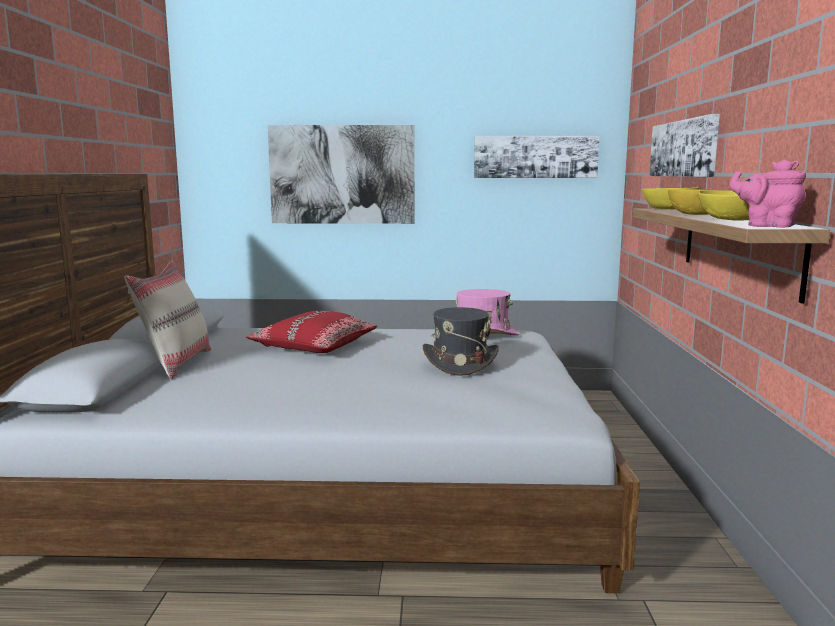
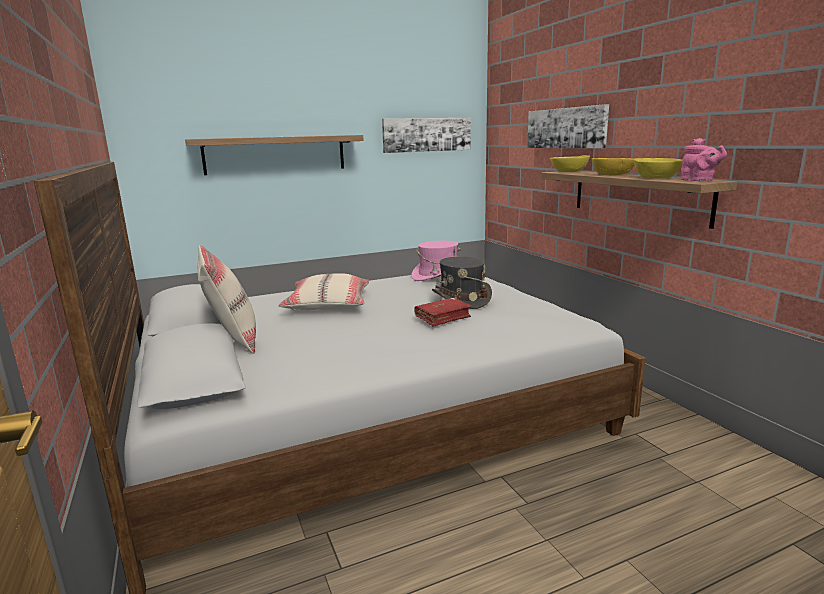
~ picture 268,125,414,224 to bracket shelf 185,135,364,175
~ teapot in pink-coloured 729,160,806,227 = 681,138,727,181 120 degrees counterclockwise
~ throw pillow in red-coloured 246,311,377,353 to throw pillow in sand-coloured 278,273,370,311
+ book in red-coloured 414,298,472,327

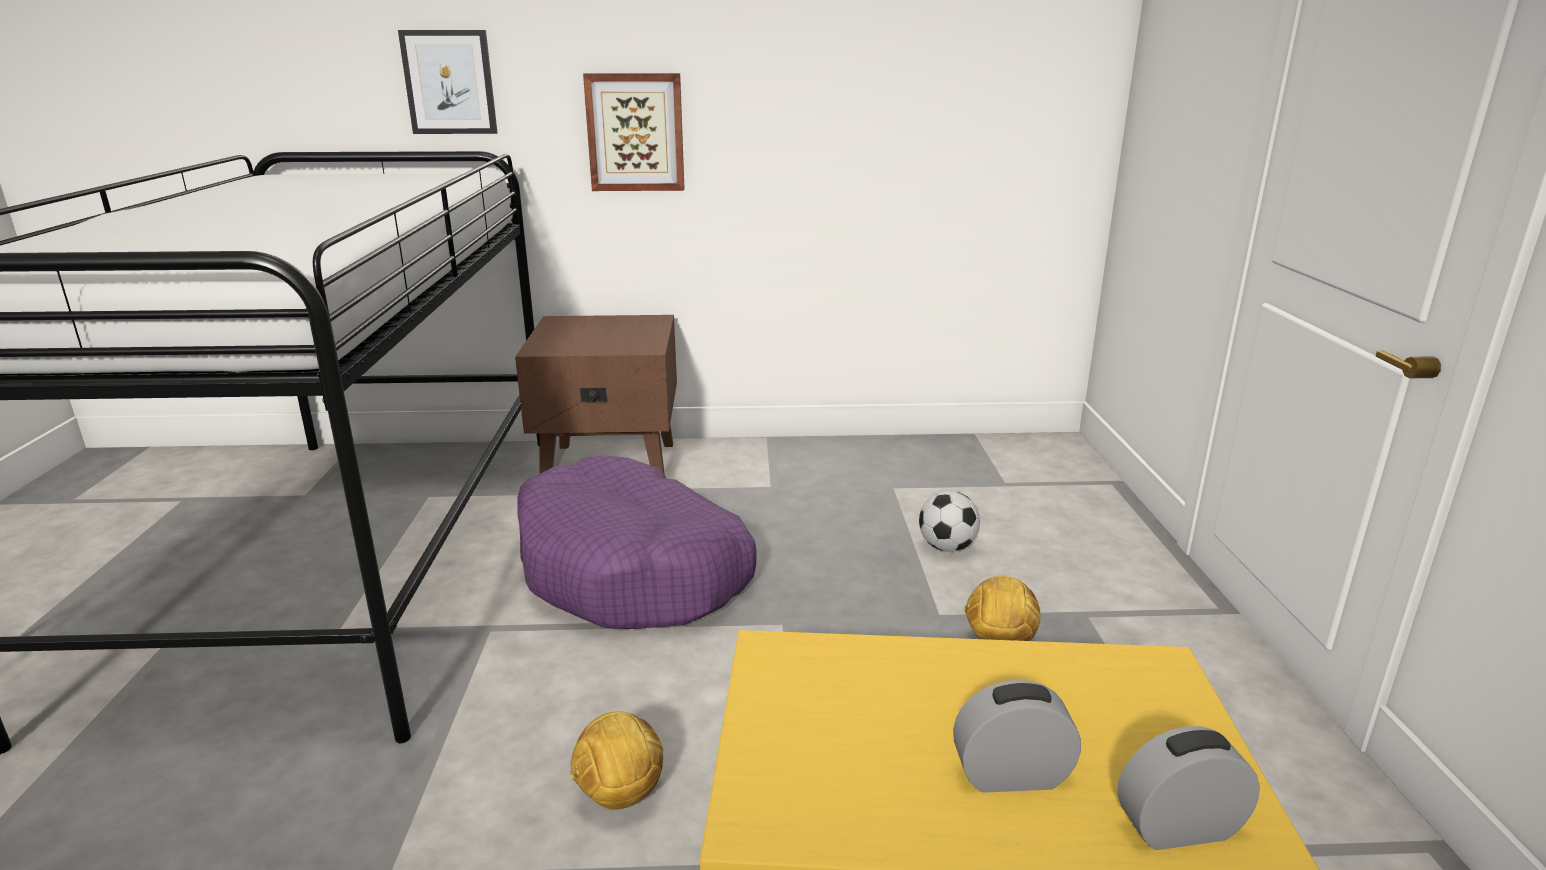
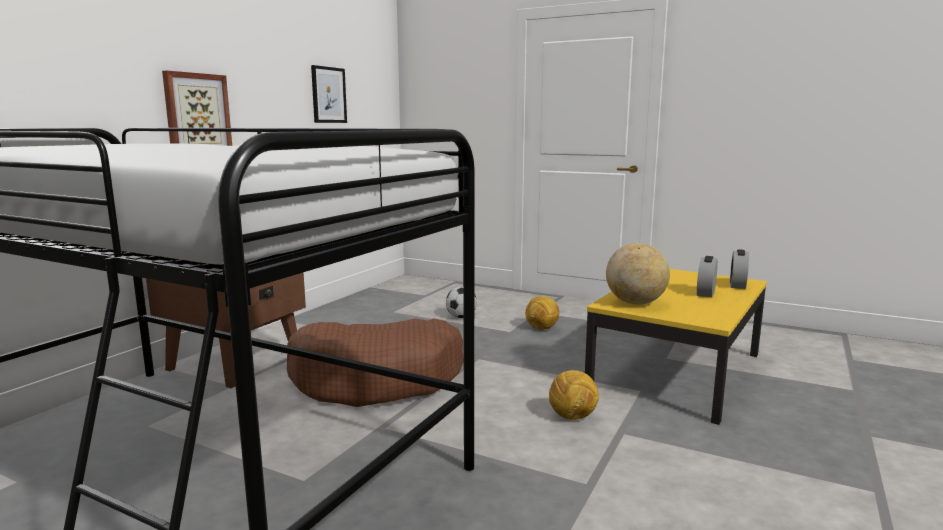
~ picture 398,30,497,134 to 311,65,347,123
~ dog bed in purple-coloured 517,455,757,629 to dog bed in brown-coloured 287,318,464,407
+ desk globe 606,243,670,305

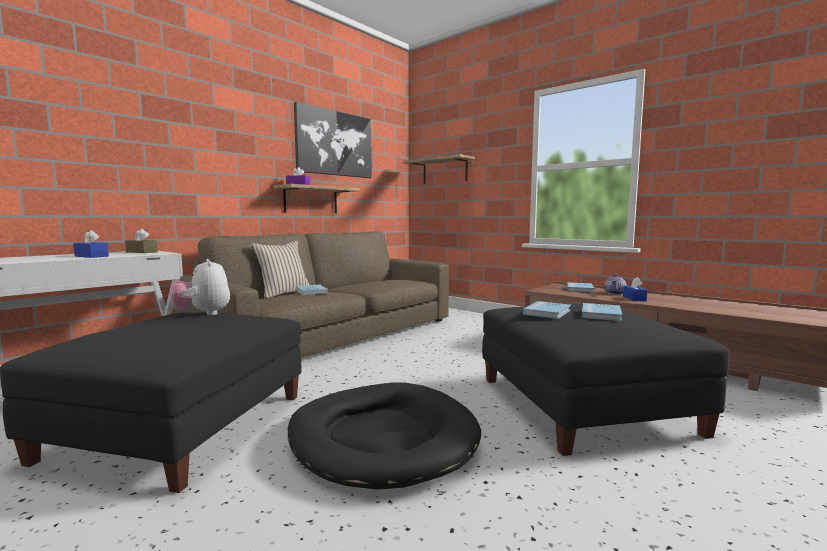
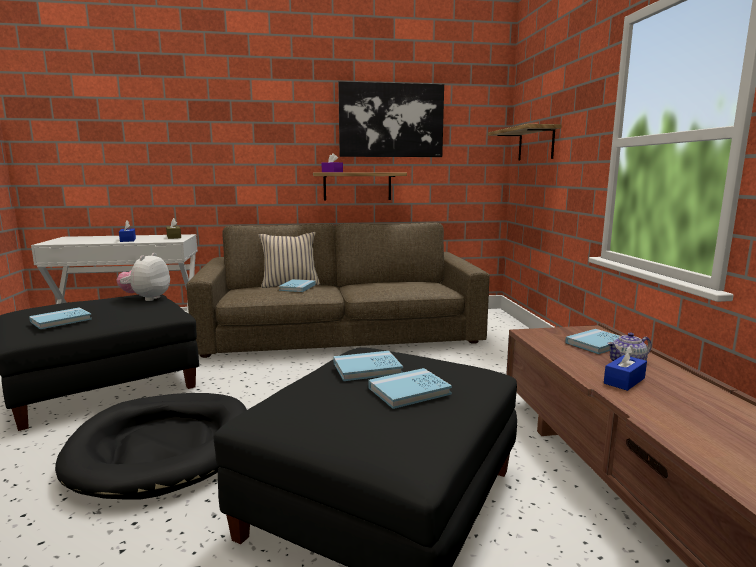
+ book in bluish 29,307,92,329

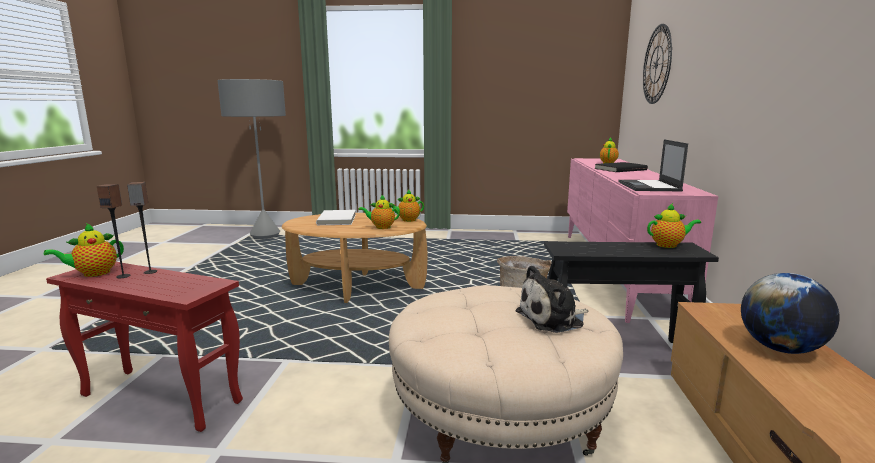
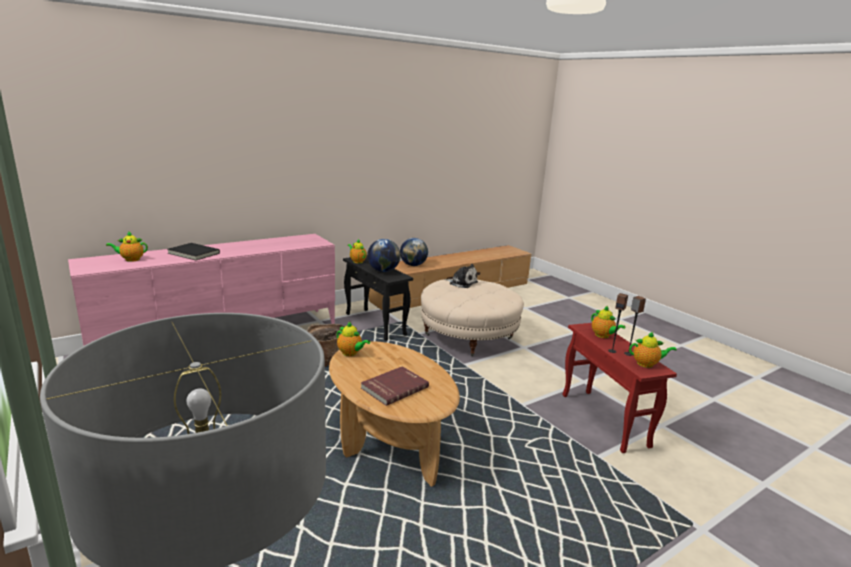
- wall clock 643,24,672,104
- laptop 618,139,688,191
~ teapot 358,194,399,229 to 591,306,626,338
~ book in whitish 316,210,356,225 to book in red-coloured 361,366,429,406
+ desk globe 367,239,401,272

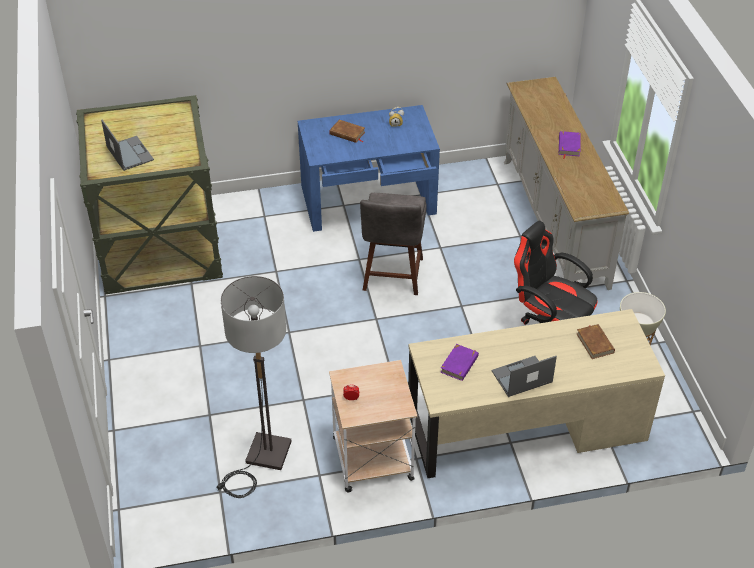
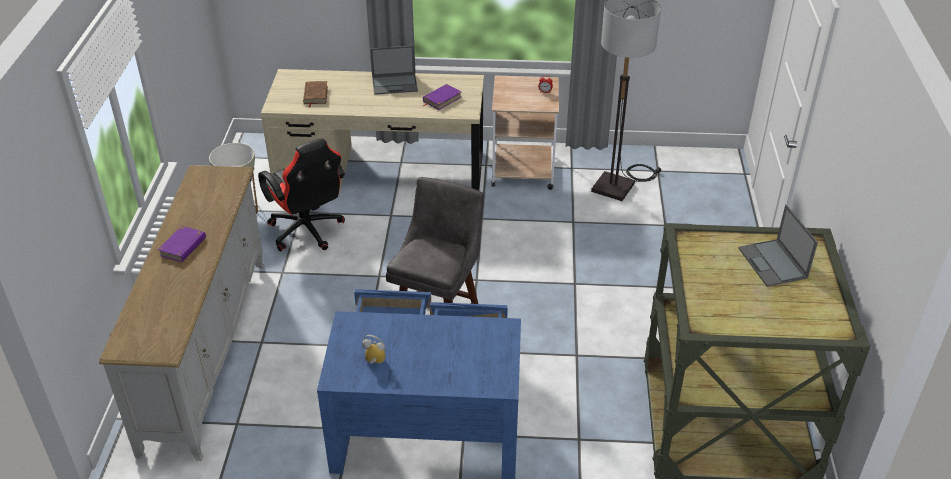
- book in brown-coloured 329,120,365,143

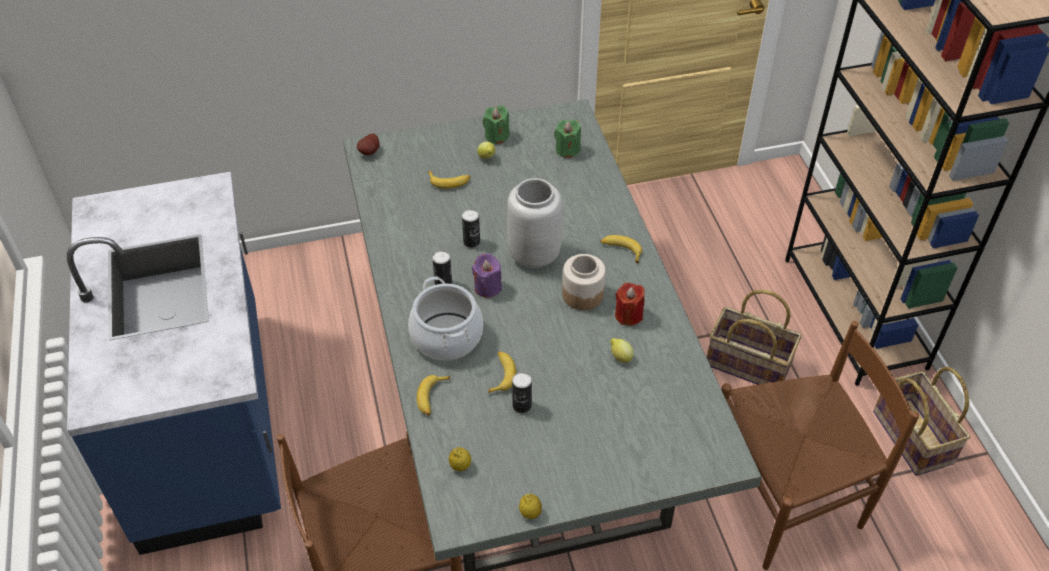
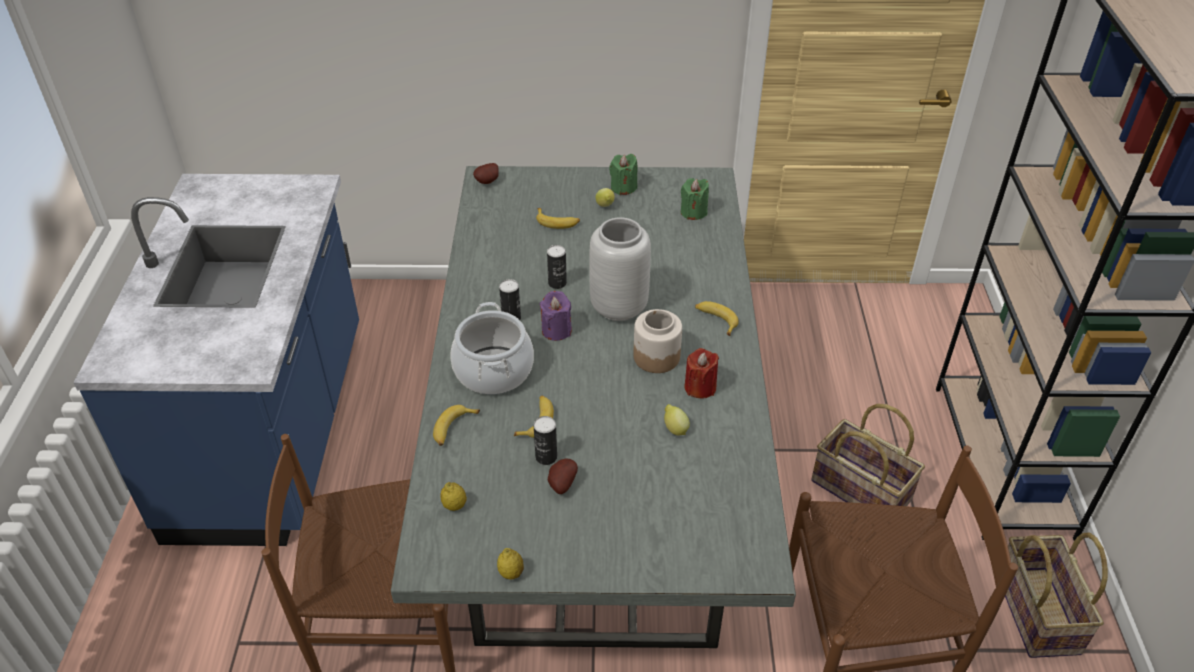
+ potato 548,458,578,494

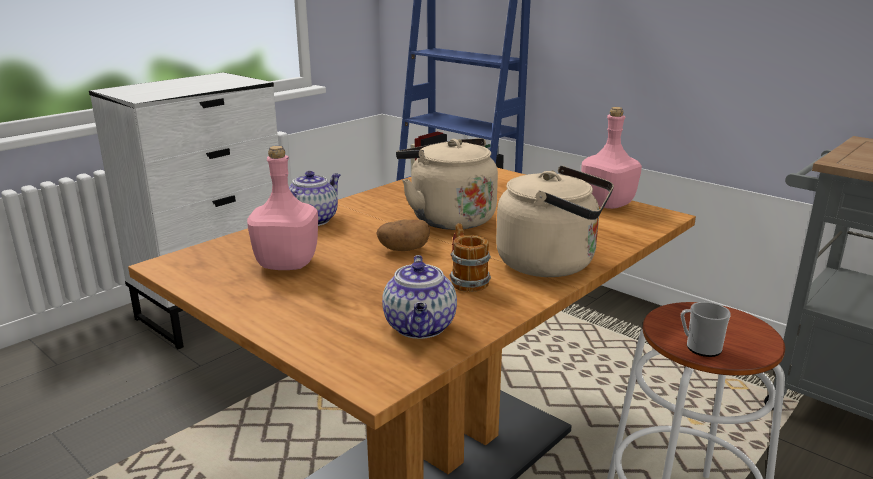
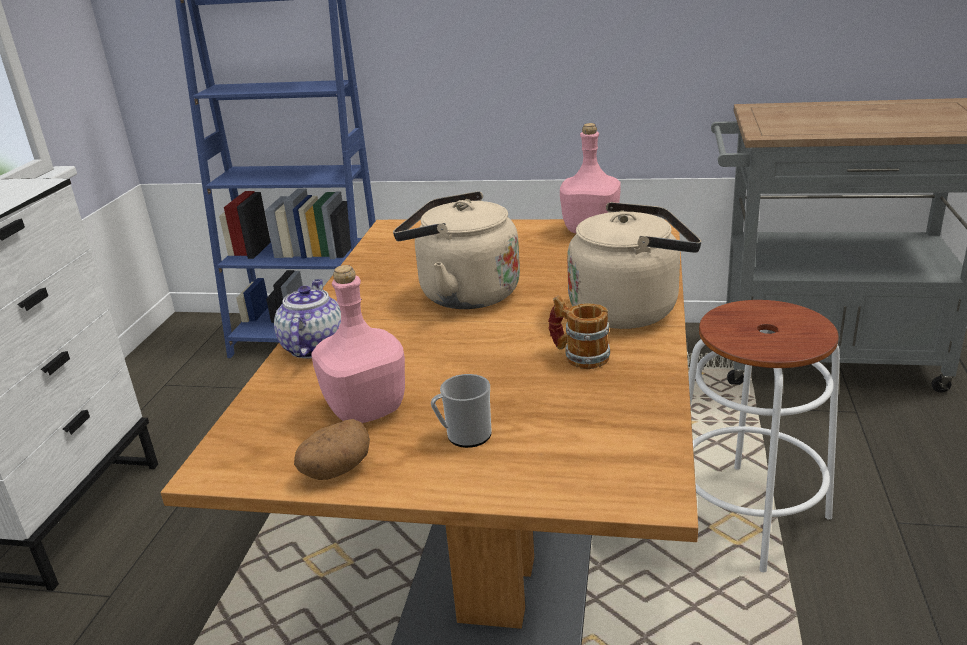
~ potato 376,219,430,251 to 294,419,370,480
- teapot 382,255,457,339
~ mug 681,302,731,357 to 431,374,492,448

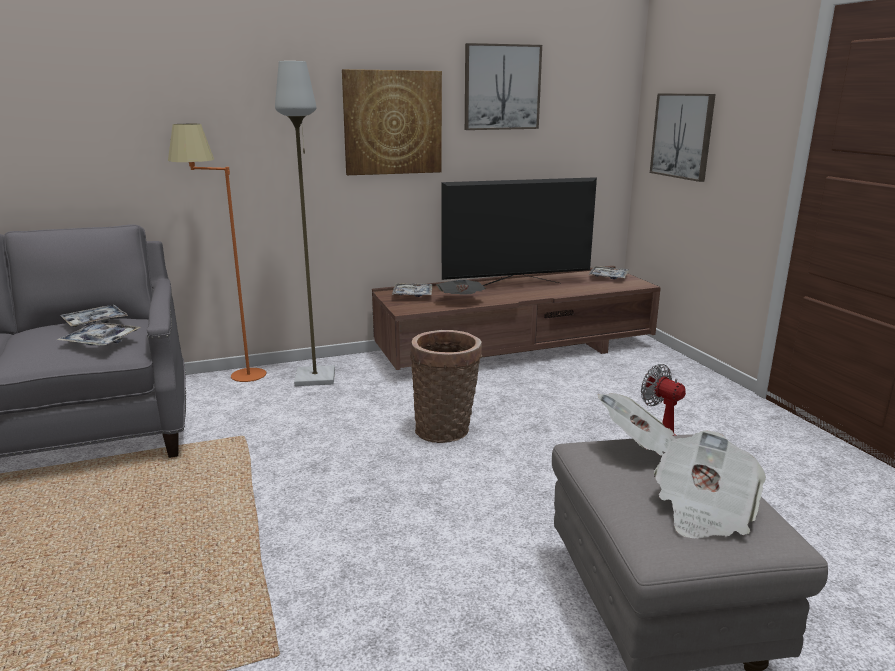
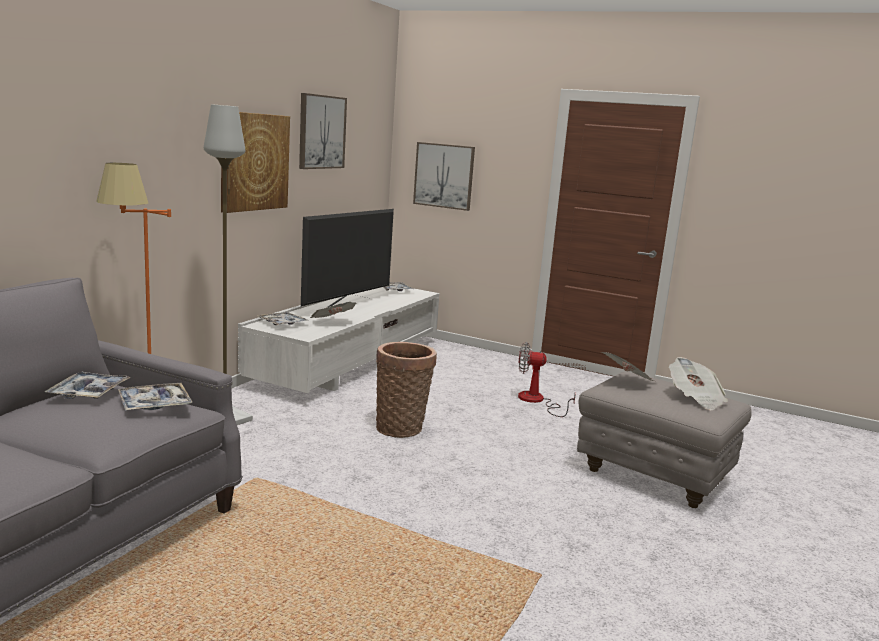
~ tv stand in brown-coloured 372,266,661,370 to tv stand in whitish 238,287,439,393

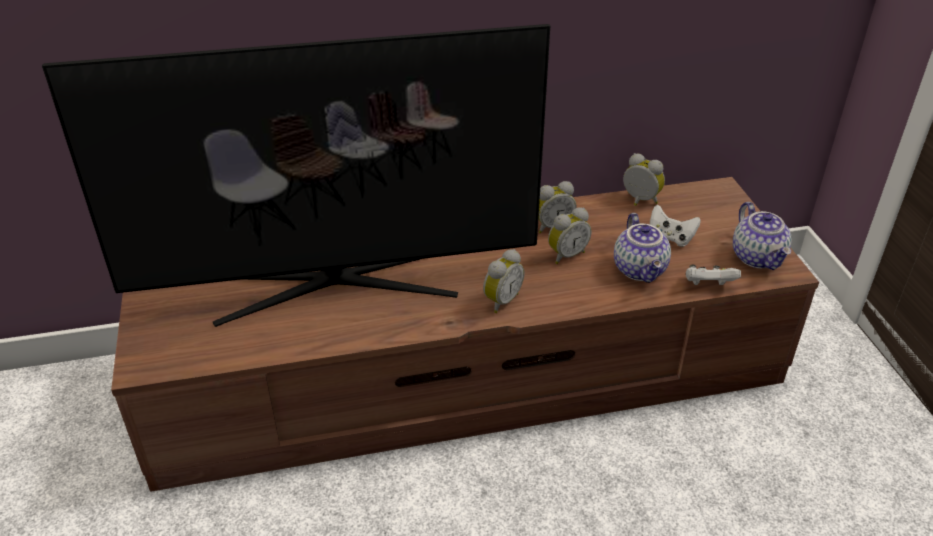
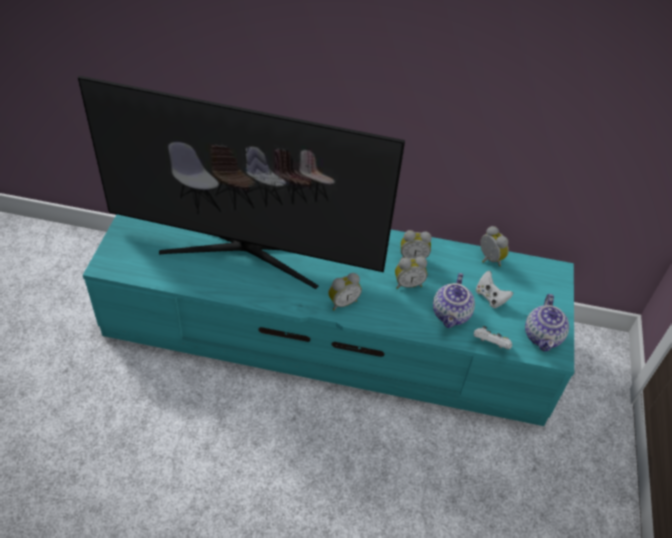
~ tv stand in brown-coloured 111,177,819,492 to tv stand in blue-green 83,214,574,426

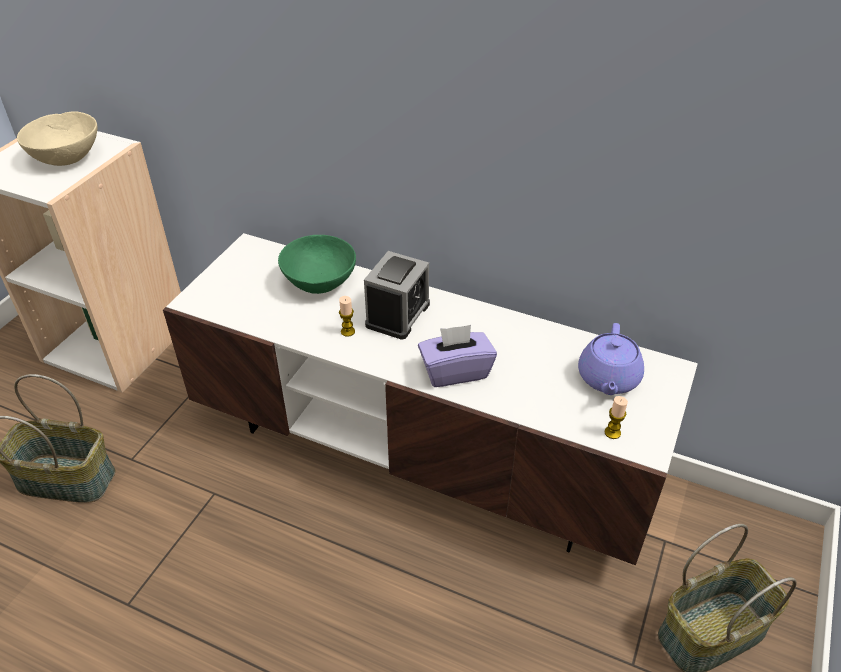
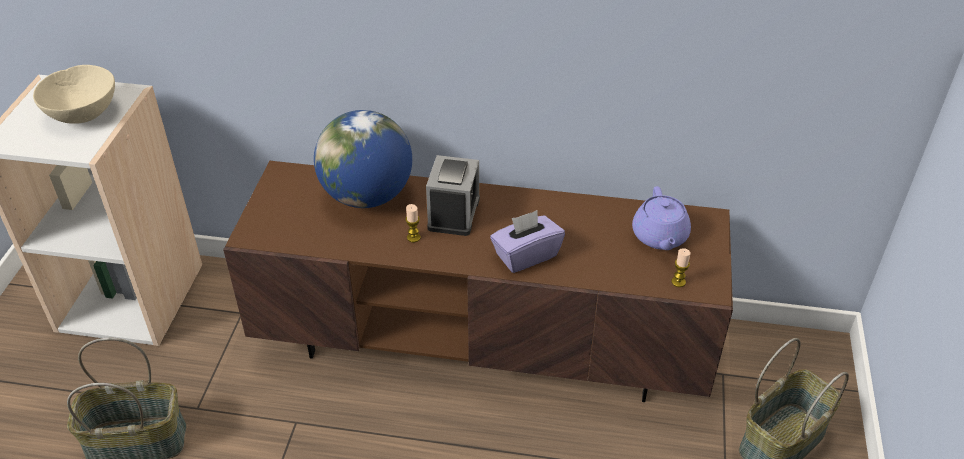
~ tv stand in whitish 163,233,698,565 to tv stand in brown-coloured 223,161,733,402
~ deep dish in greenish 278,235,356,294 to desk globe 314,110,412,208

